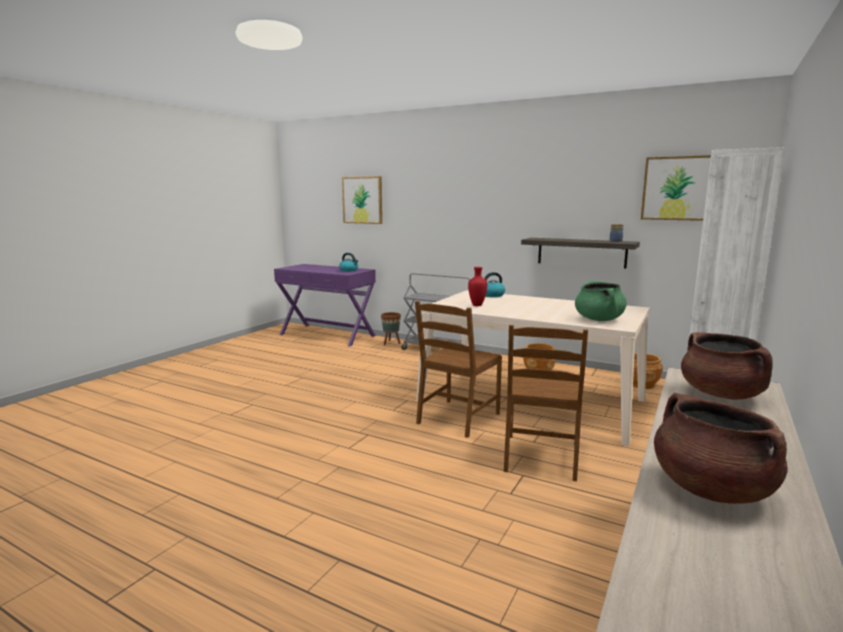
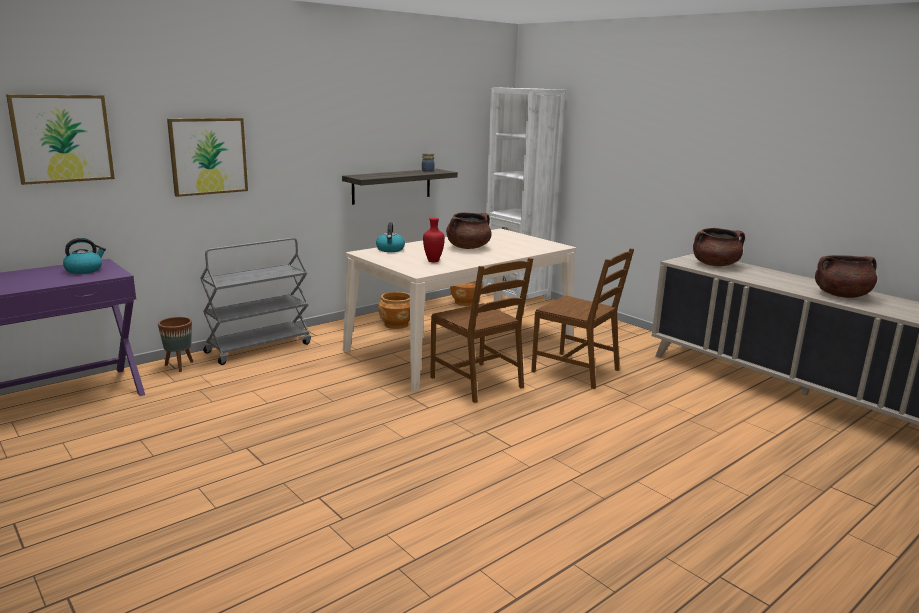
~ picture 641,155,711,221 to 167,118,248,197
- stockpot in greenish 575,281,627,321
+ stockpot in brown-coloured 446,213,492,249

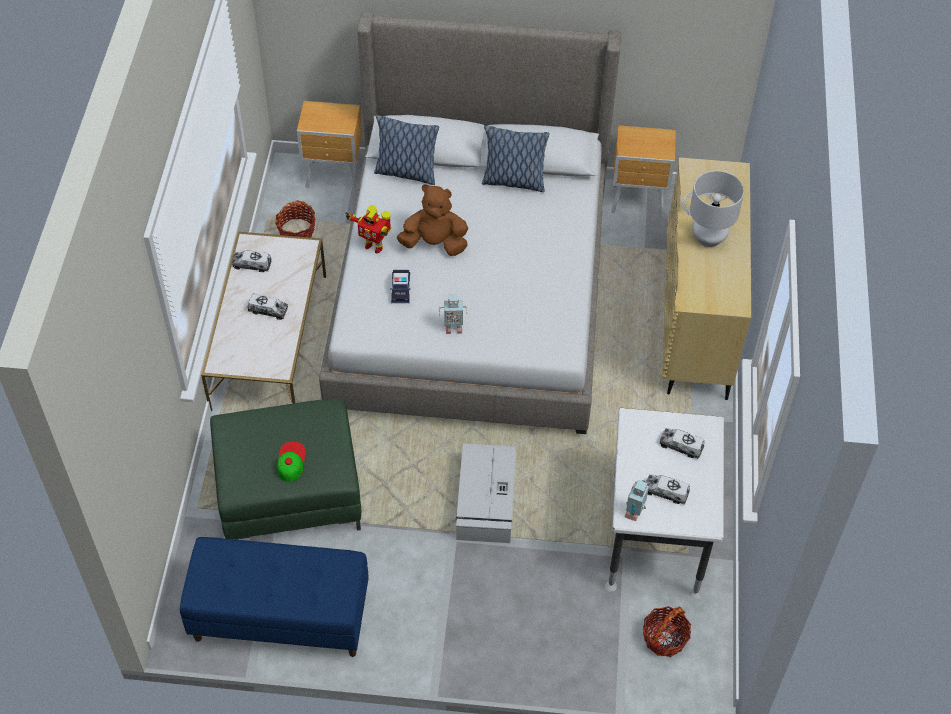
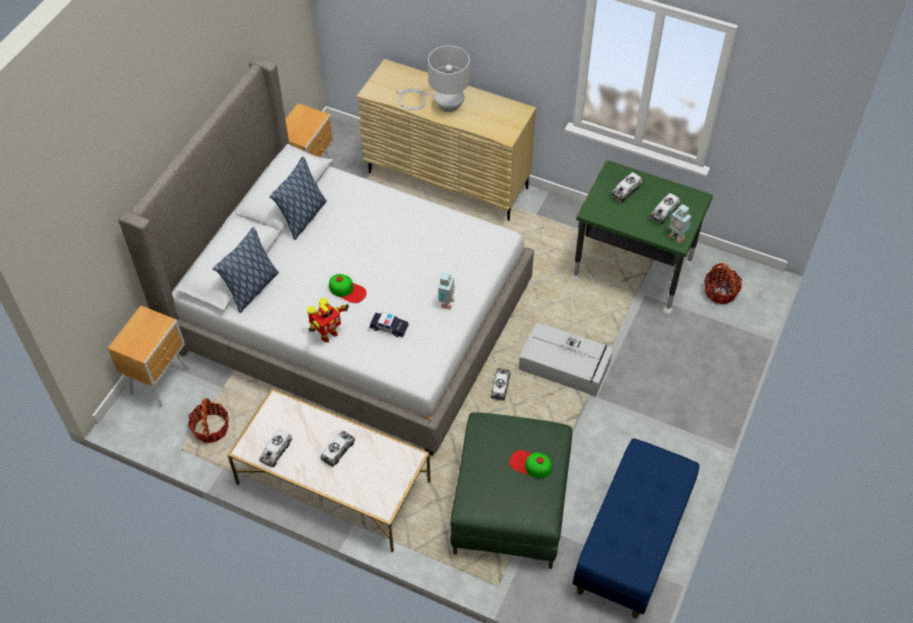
~ cuddly toy in brown-coloured 397,184,468,256 to baseball cap 329,274,367,303
~ desk table in whitish 605,408,724,600 to desk table in greenish 572,160,713,314
+ toy lorry 491,368,511,401

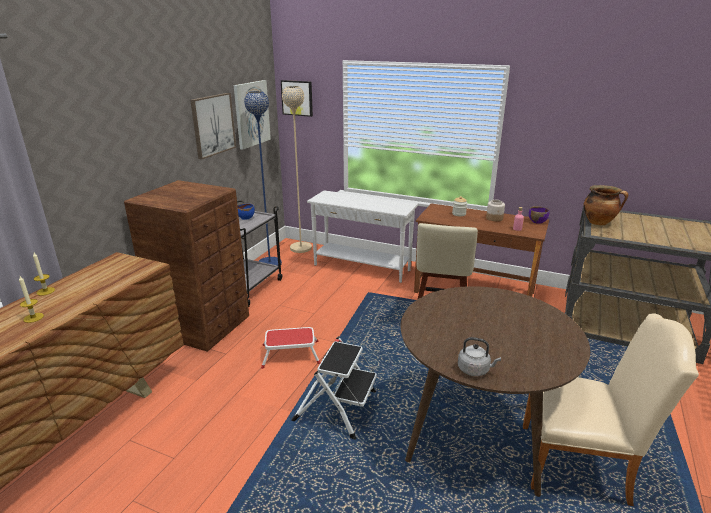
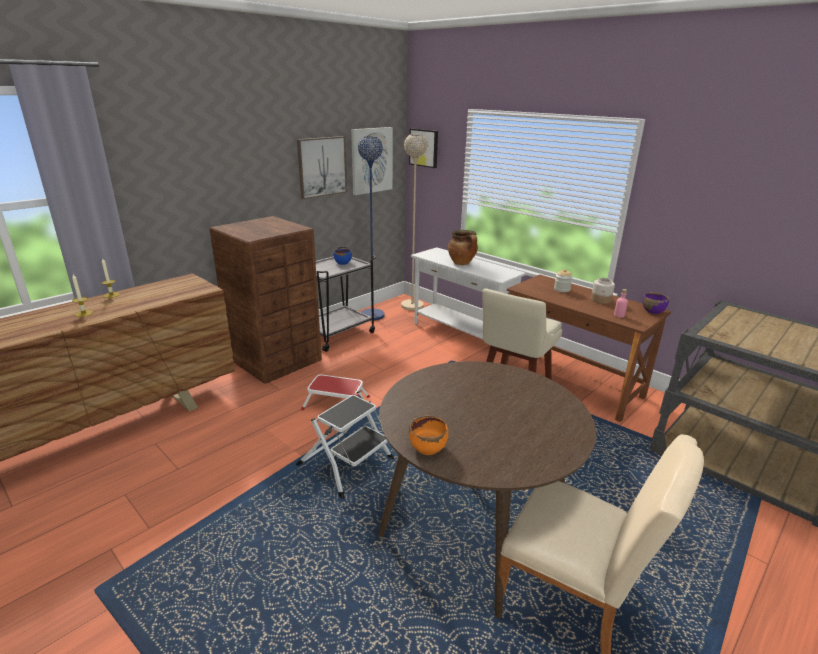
~ stockpot 583,185,628,225 to 448,230,478,265
~ kettle in grey 458,337,501,376 to deep dish in orange 409,415,448,455

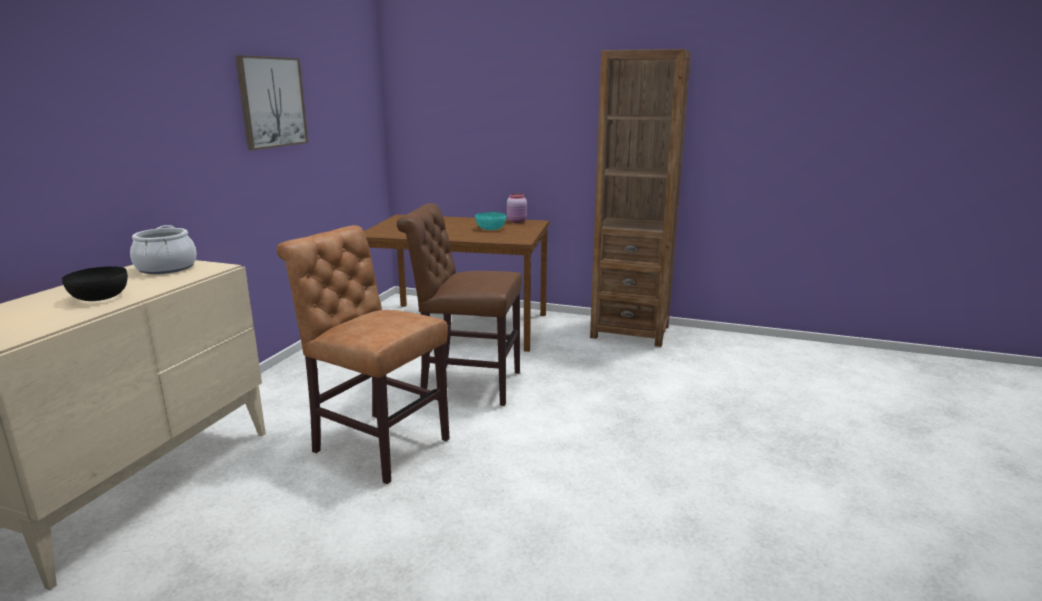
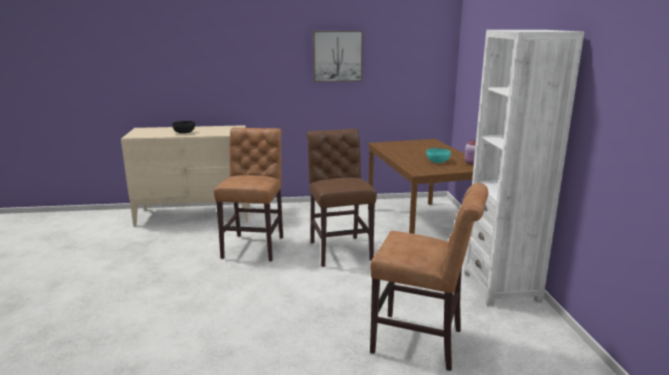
~ shelving unit in brown-coloured 590,49,691,347 to shelving unit in whitish 464,30,584,306
- stockpot 130,225,197,274
+ upright chair in brown-coloured 370,183,488,371

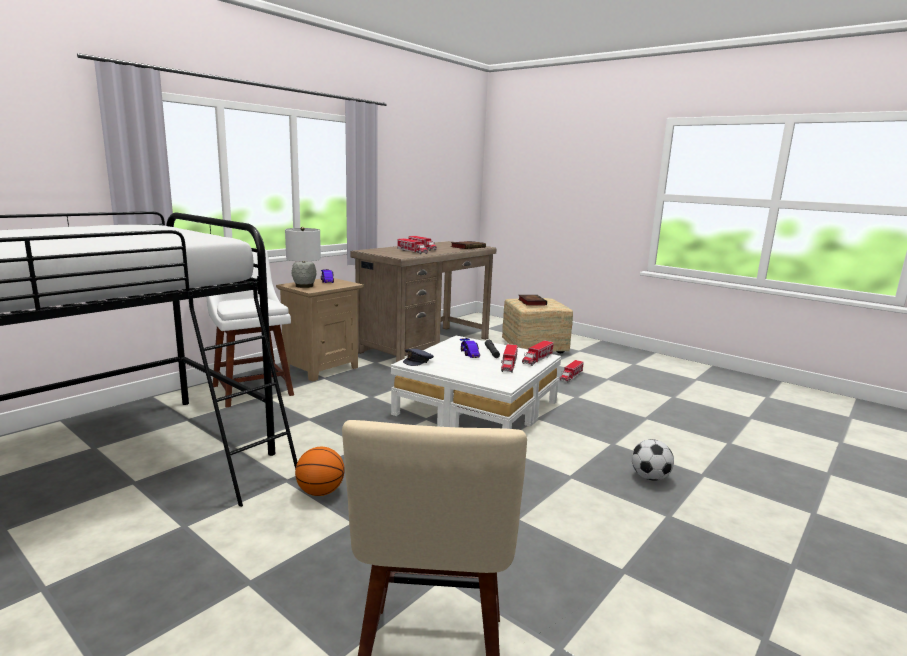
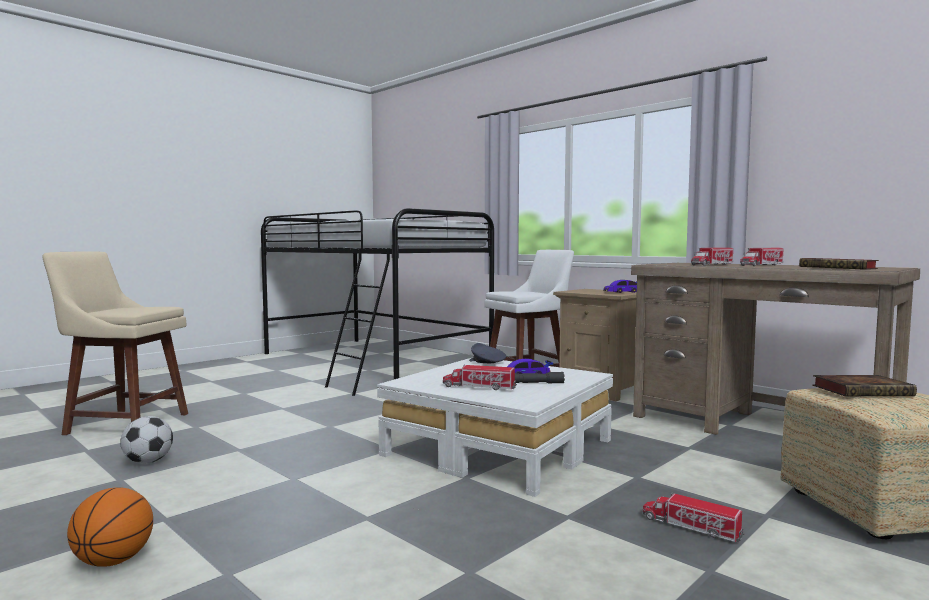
- table lamp in whitish 285,227,321,288
- toy lorry 522,340,554,366
~ football 632,439,674,481 to 120,416,173,464
~ basketball 295,447,345,496 to 67,487,153,567

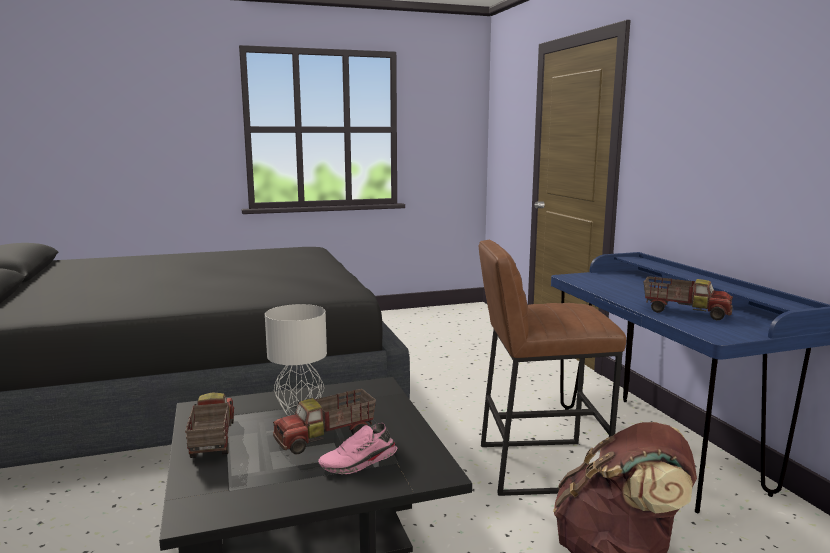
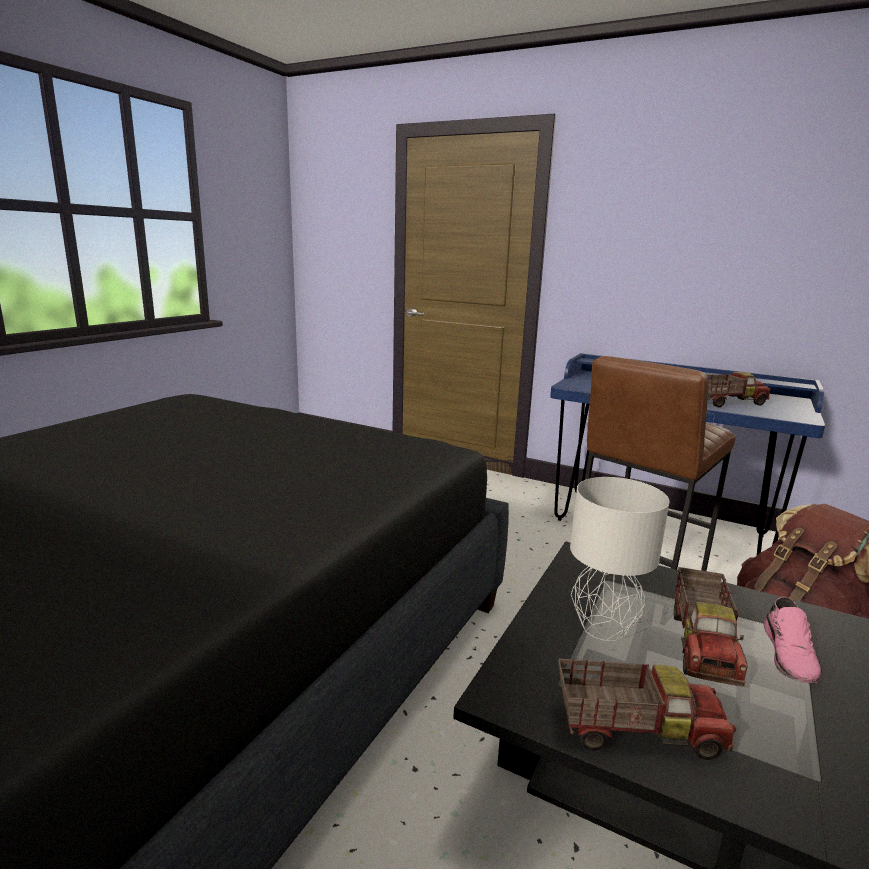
~ toy lorry 185,392,234,458 = 558,659,736,760 150 degrees clockwise

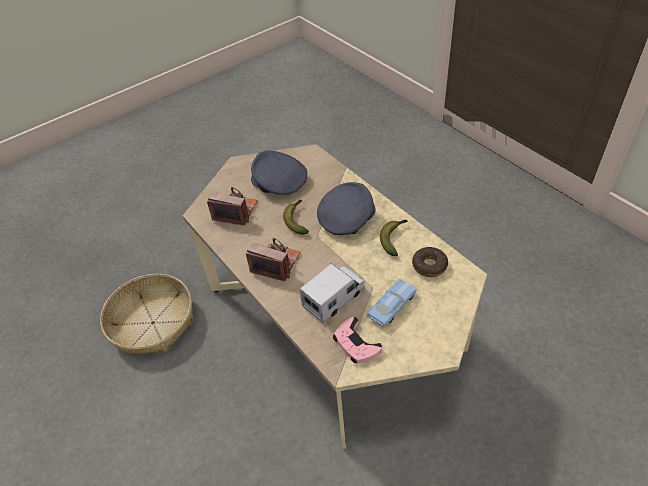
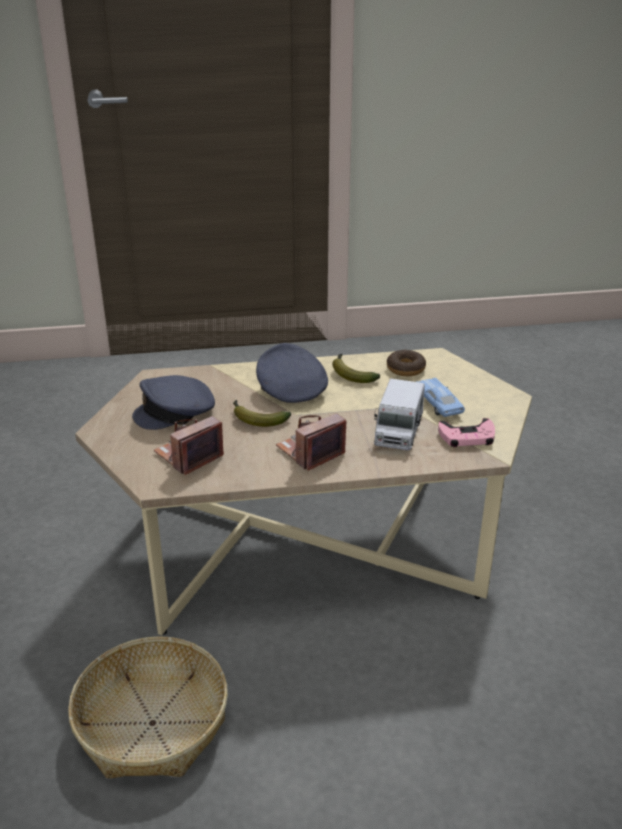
~ toy lorry 300,263,365,324 = 374,379,425,451 150 degrees counterclockwise

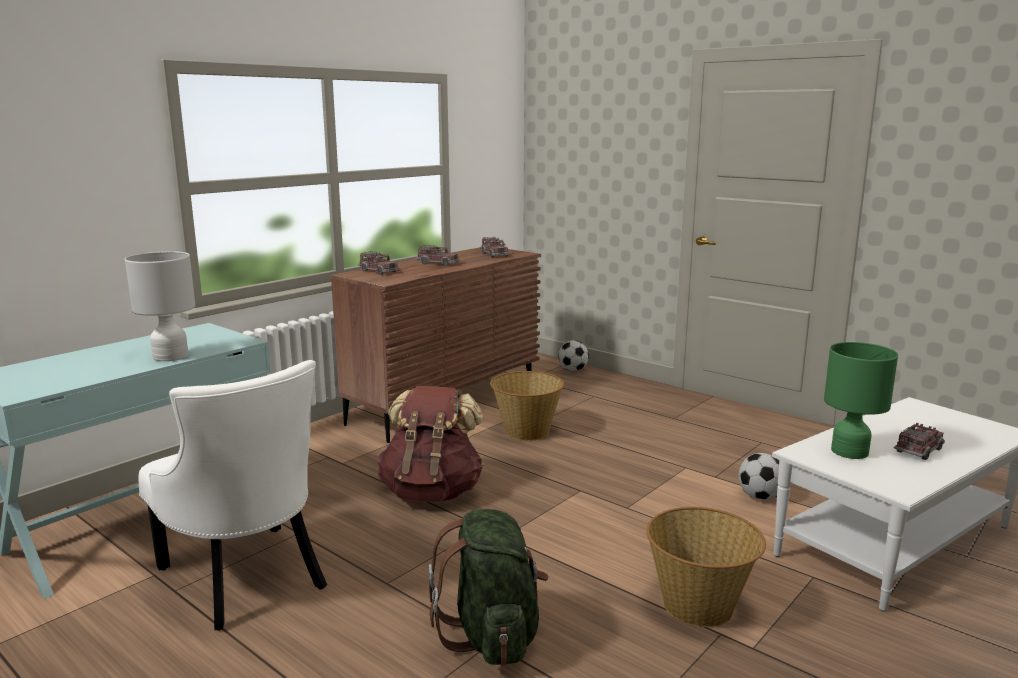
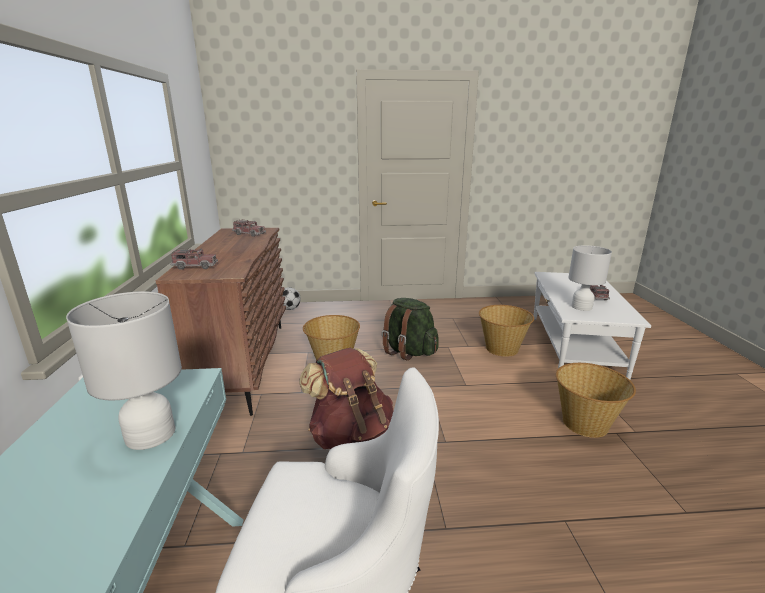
- toy lorry 416,245,459,266
~ table lamp in greenish 824,342,898,459 to table lamp in grey 568,245,612,311
~ football 739,453,779,500 to storage basket 479,305,534,357
~ backpack in greenish 428,509,549,666 to 382,298,439,361

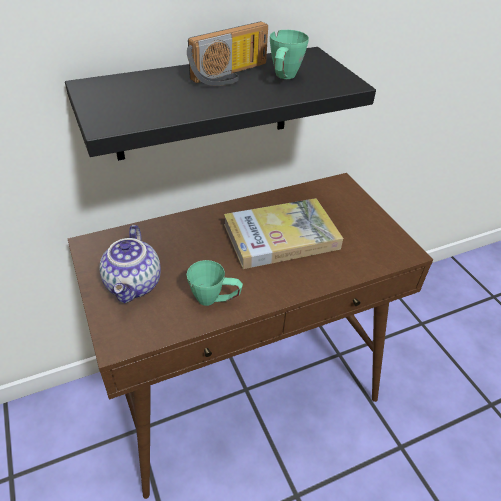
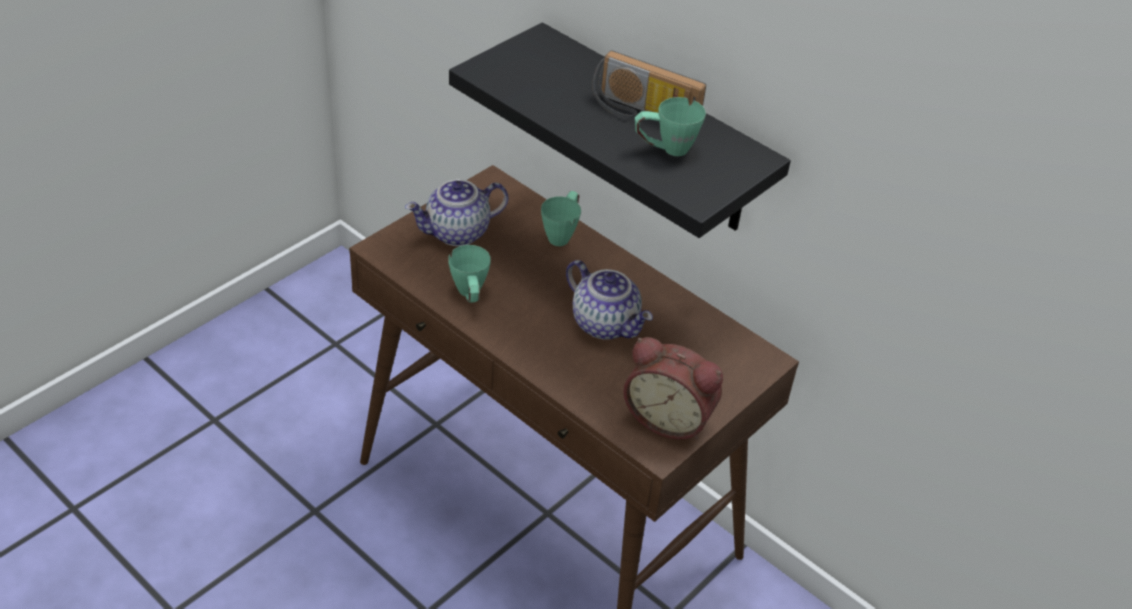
~ book 224,198,343,269 to teapot 566,260,653,340
+ mug in greenish 541,191,581,246
+ alarm clock 623,337,723,440

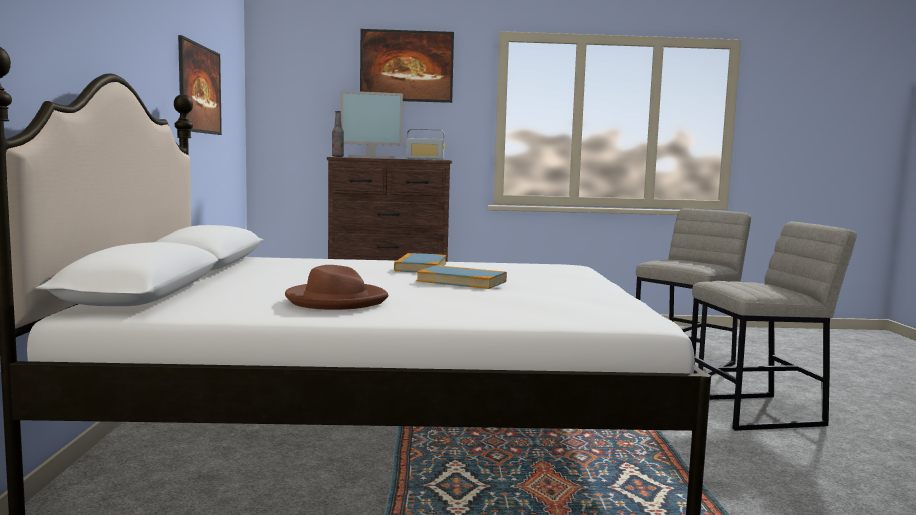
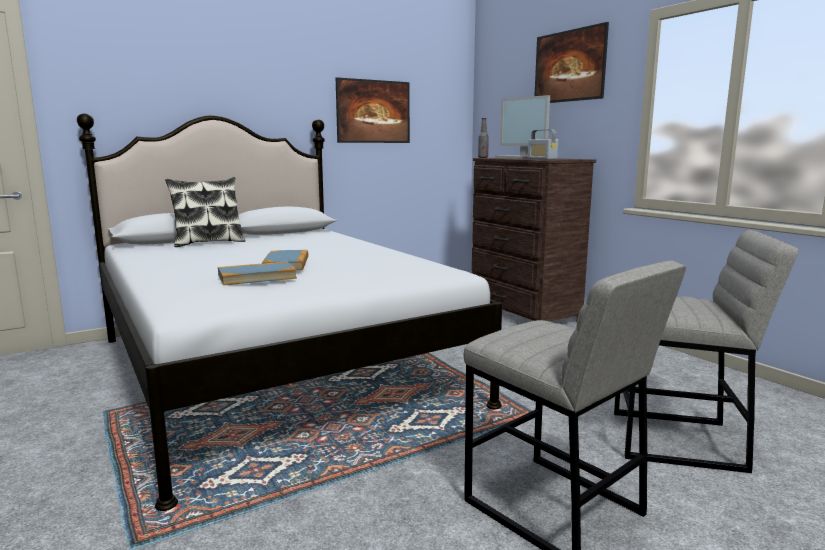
~ book 394,253,447,272 to 218,262,297,285
- hat in brown-coloured 285,265,388,310
+ throw pillow 165,177,245,247

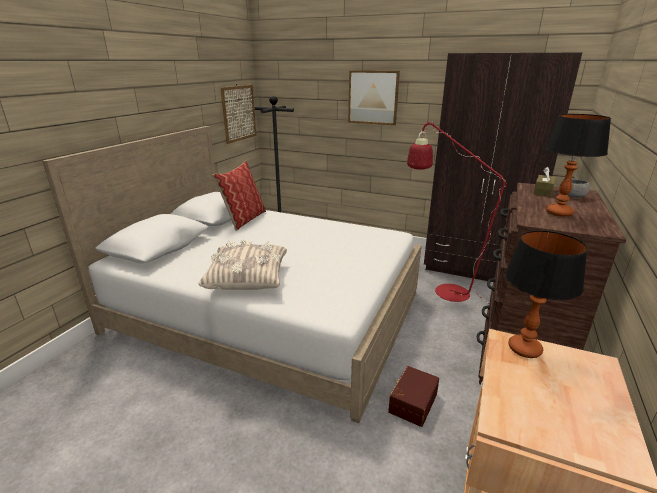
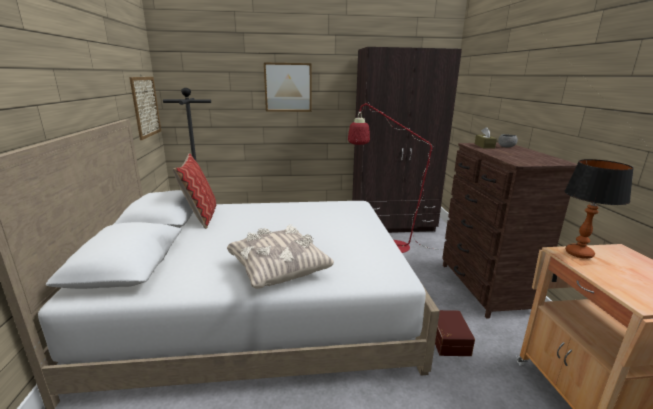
- table lamp 545,114,611,217

